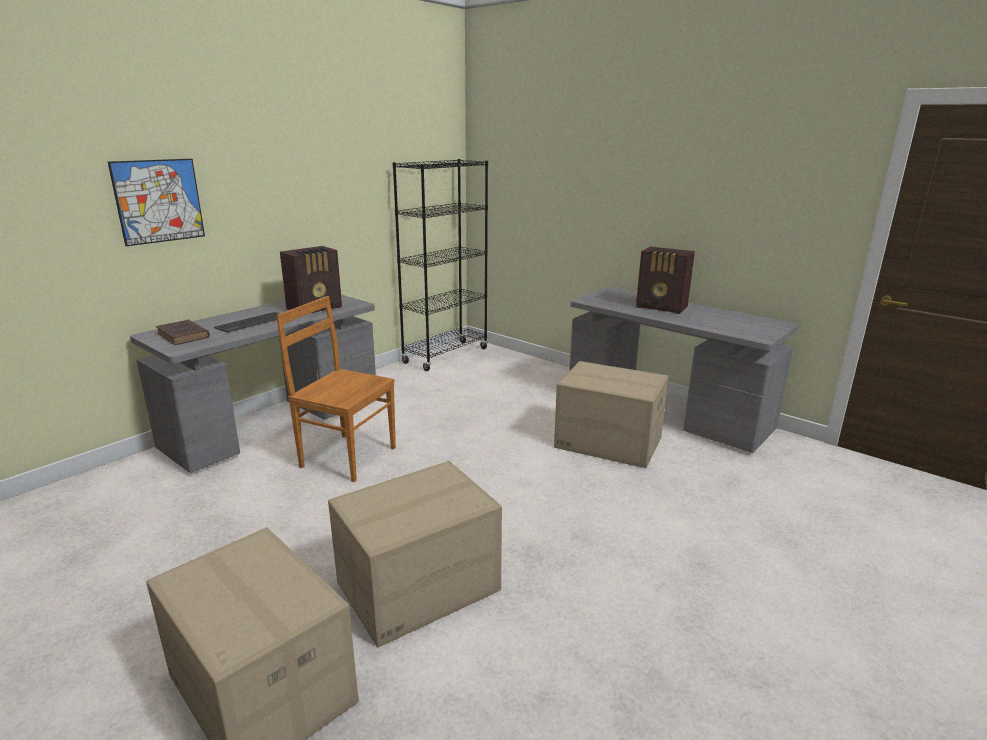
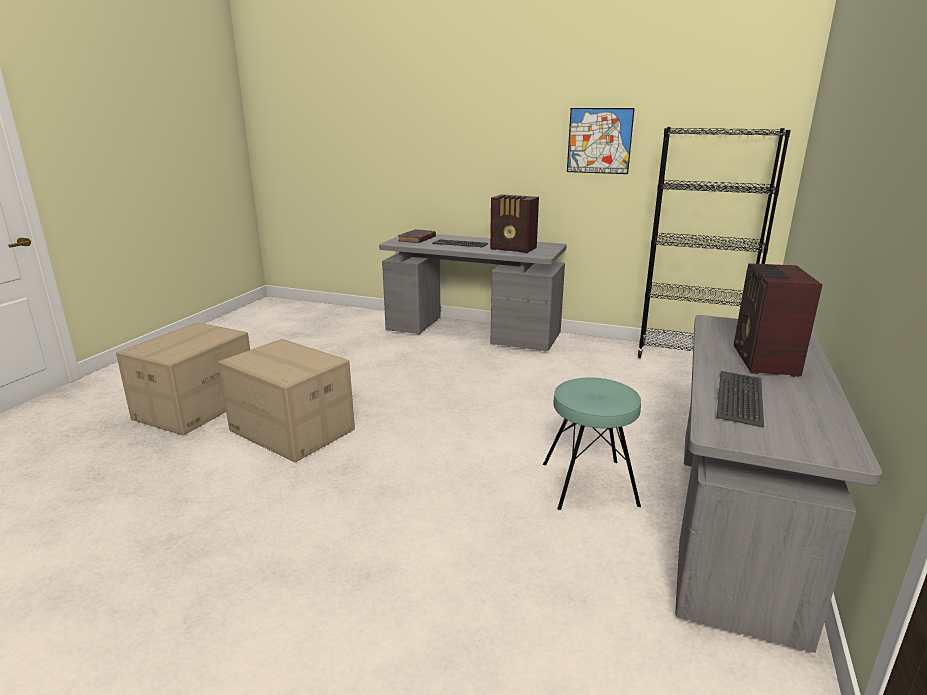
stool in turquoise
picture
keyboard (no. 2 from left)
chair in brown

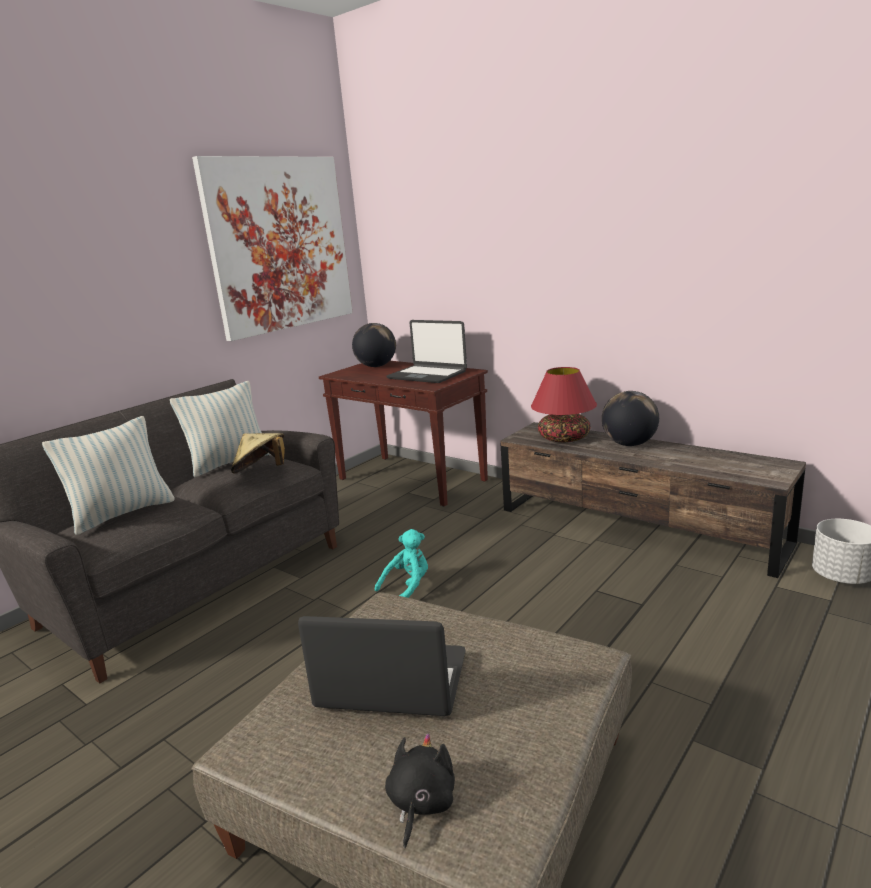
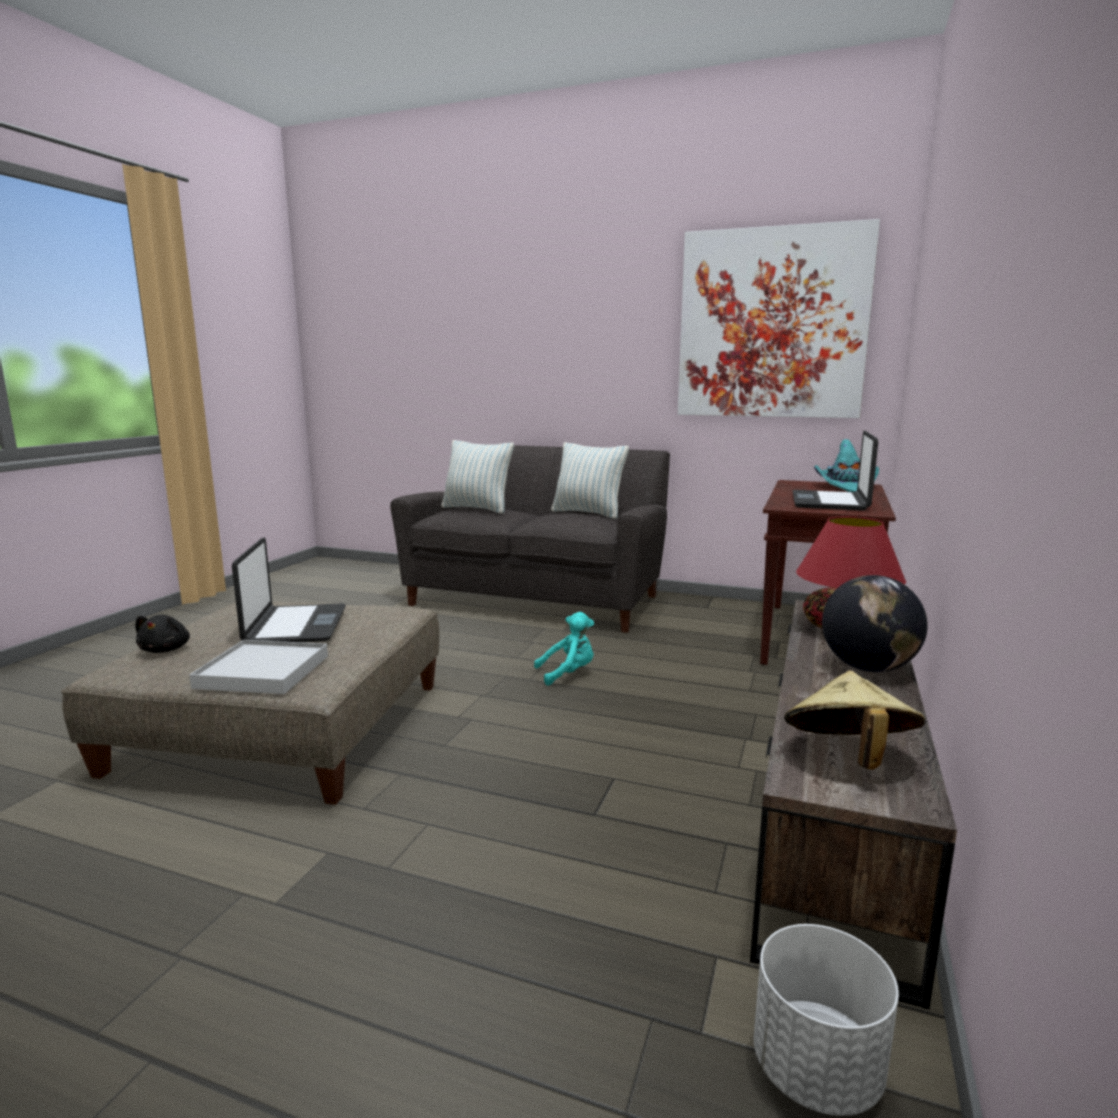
plush toy in black
tray in white
plush toy in turquoise
hat in beige
hat in turquoise

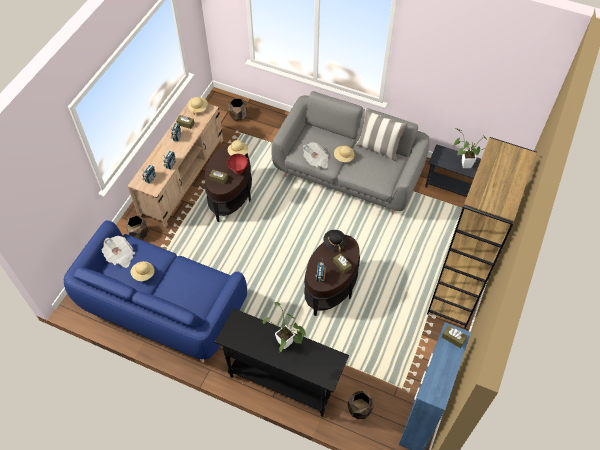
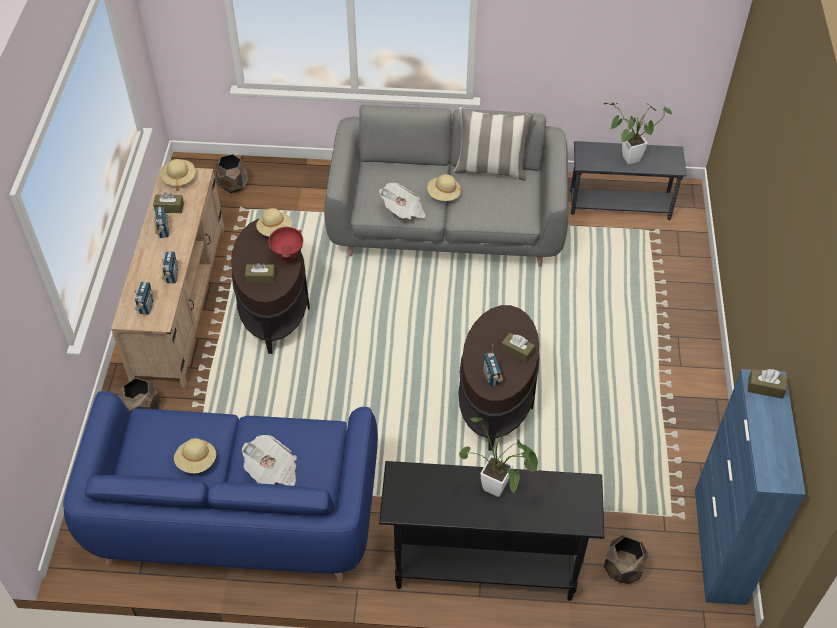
newspaper (no. 1 from left)
hat in black
bookcase in brown

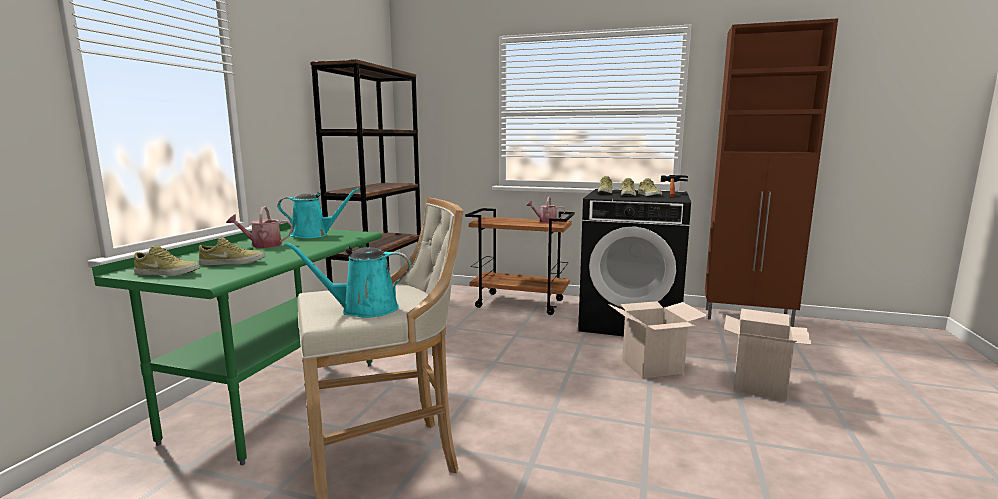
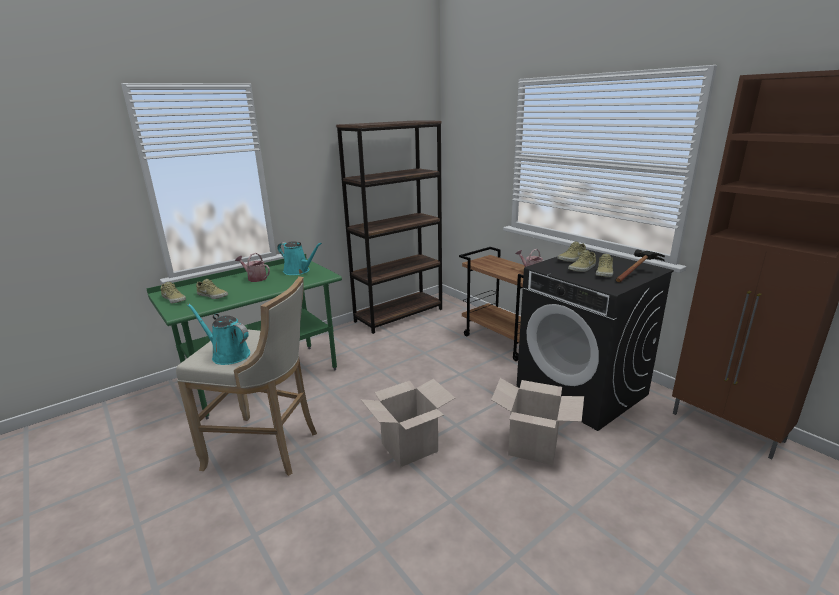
cardboard box (no. 1 from left)

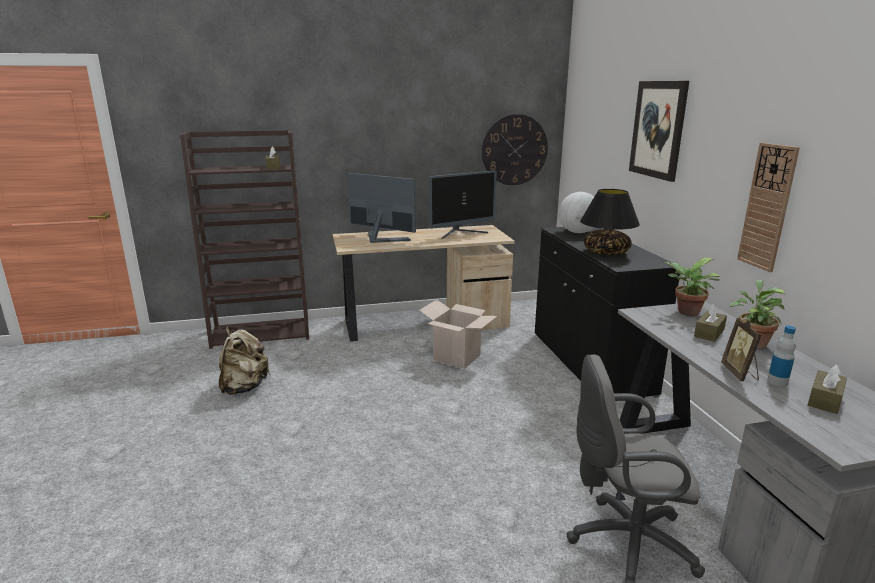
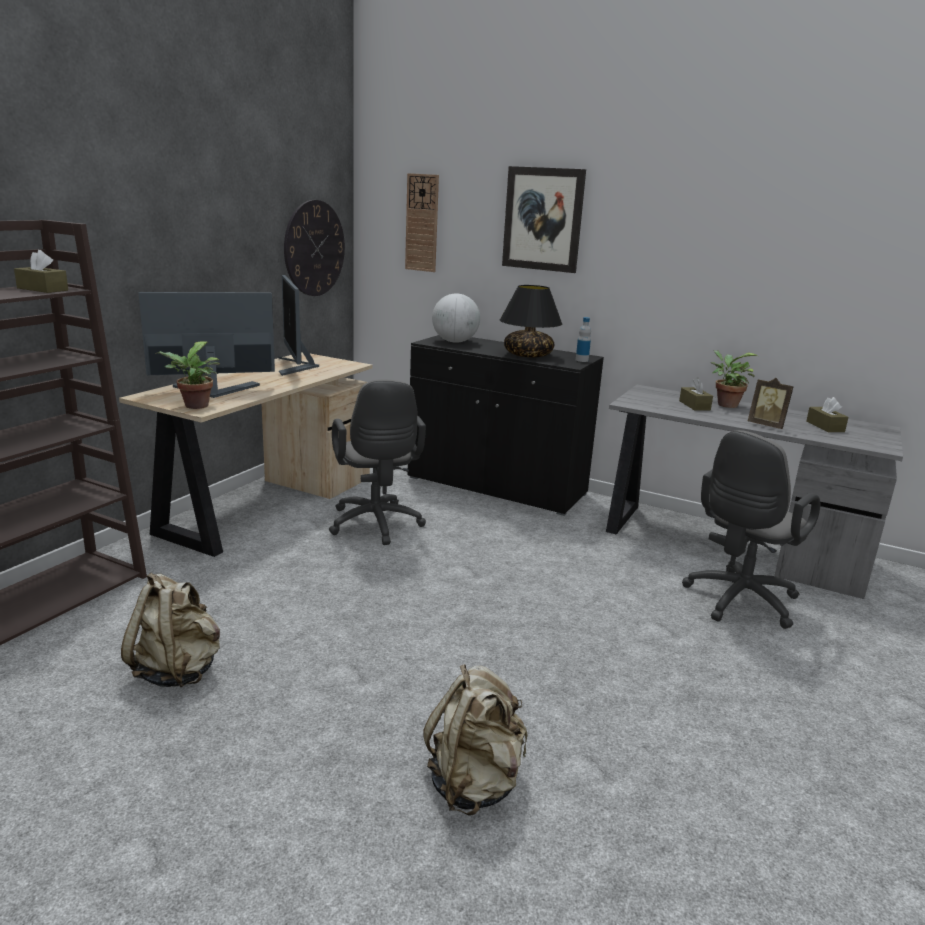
potted plant (no. 1 from left)
monitor (no. 2 from left)
office chair in grey (no. 1 from left)
wall clock (no. 2 from left)
backpack in beige (no. 2 from left)
bottle

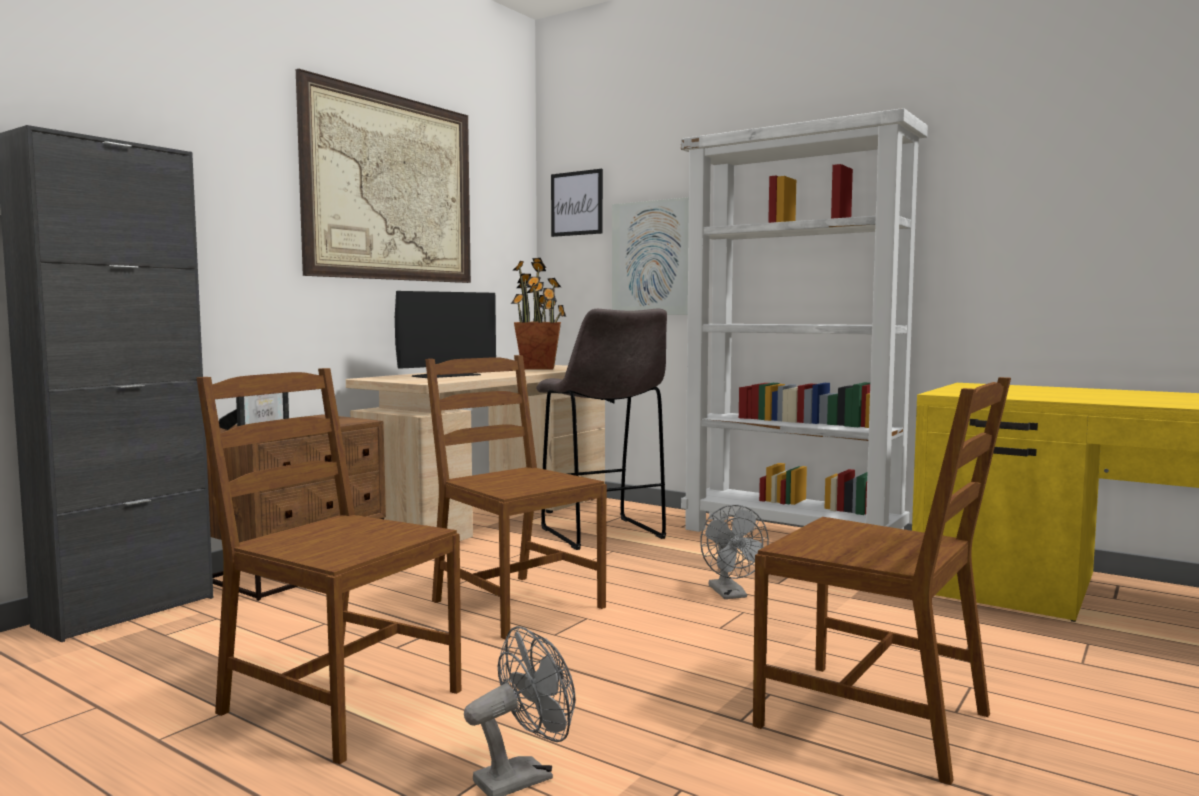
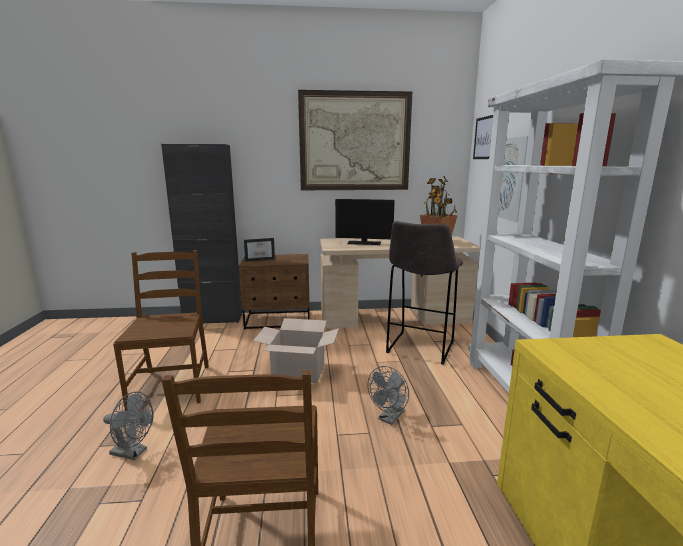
cardboard box

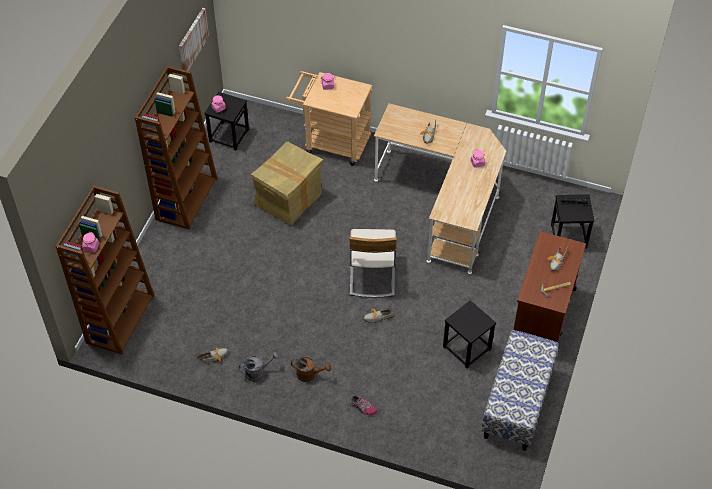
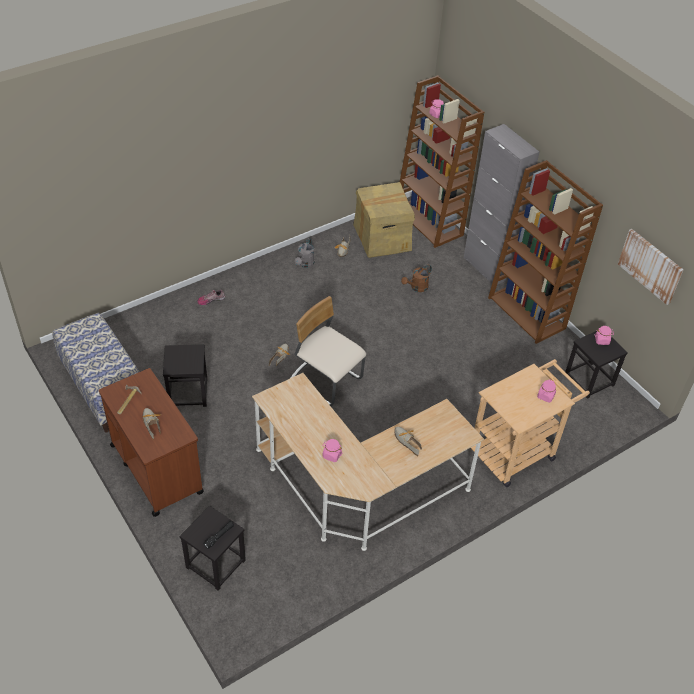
cardboard box
watering can in brown
cabinet in grey

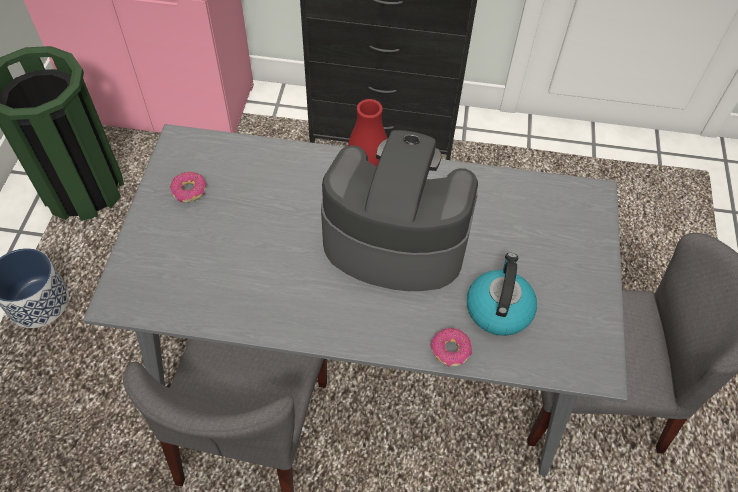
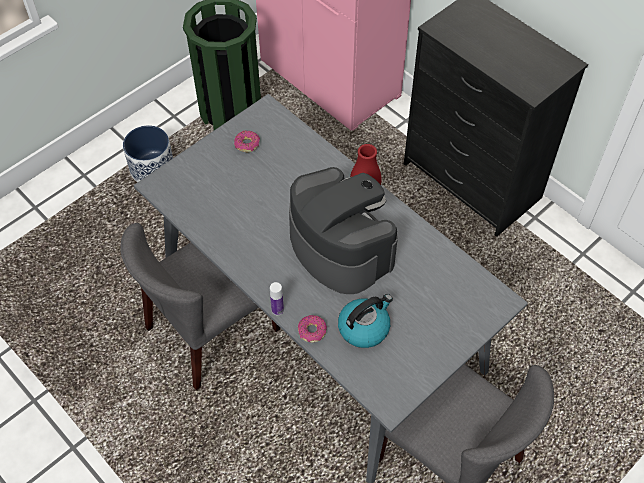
bottle

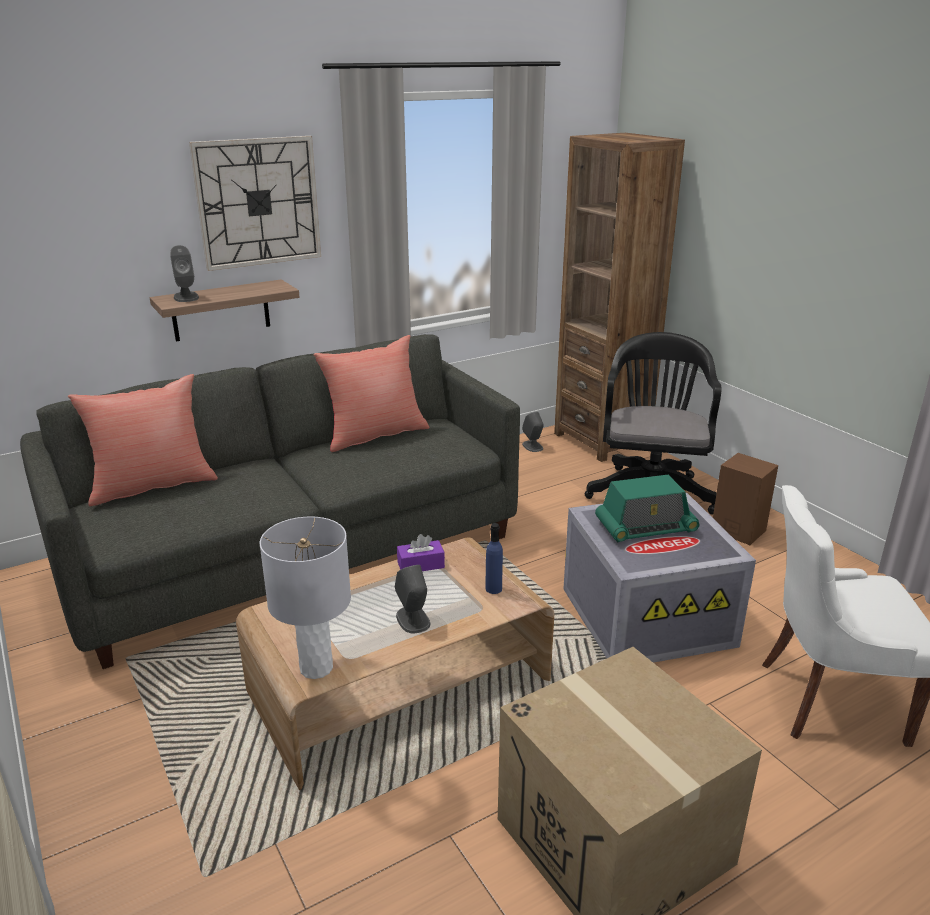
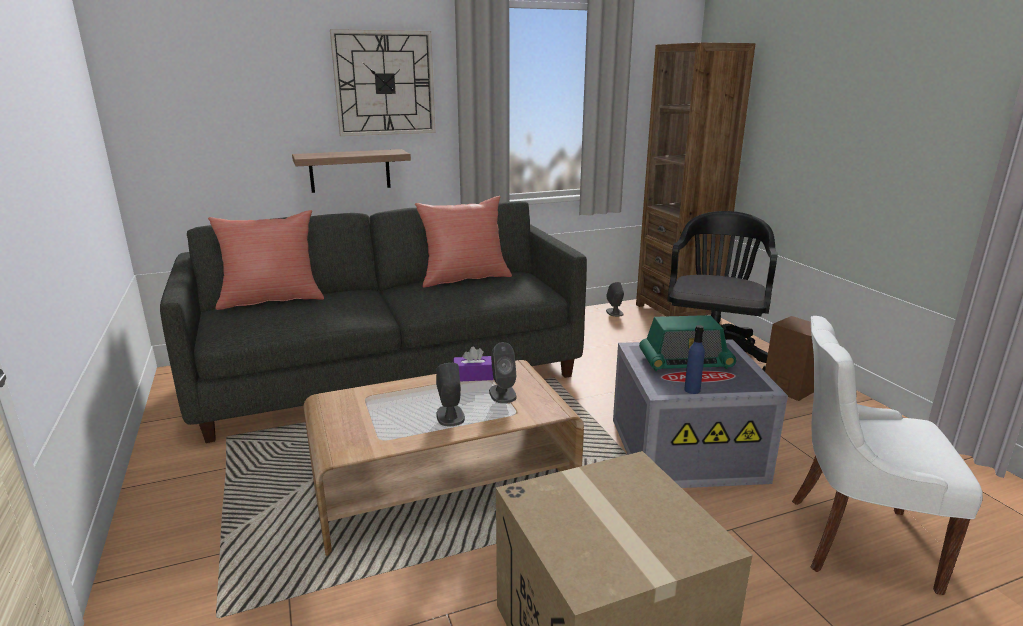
speaker in grey (no. 2 from left)
bottle in blue
table lamp in grey

